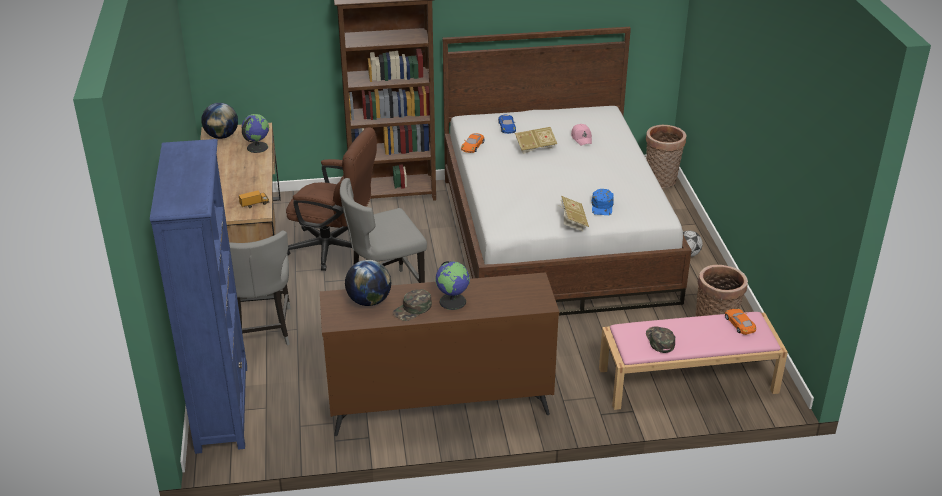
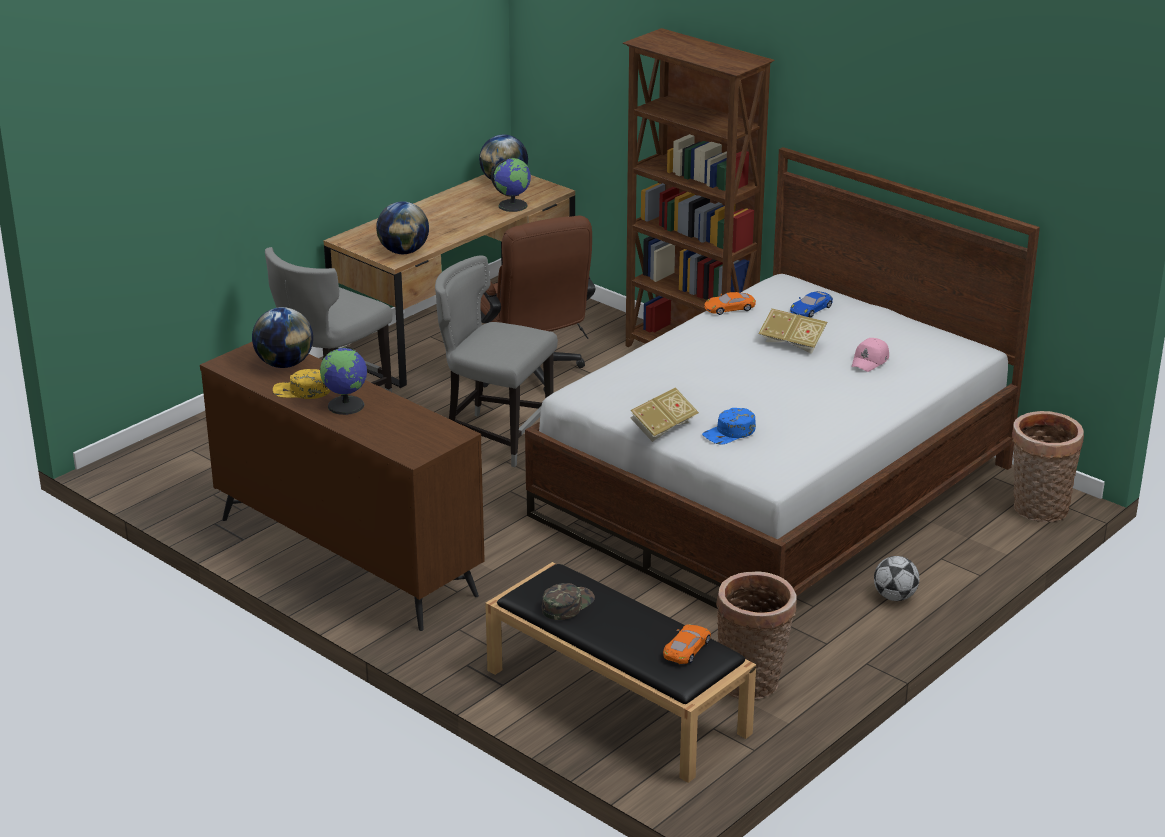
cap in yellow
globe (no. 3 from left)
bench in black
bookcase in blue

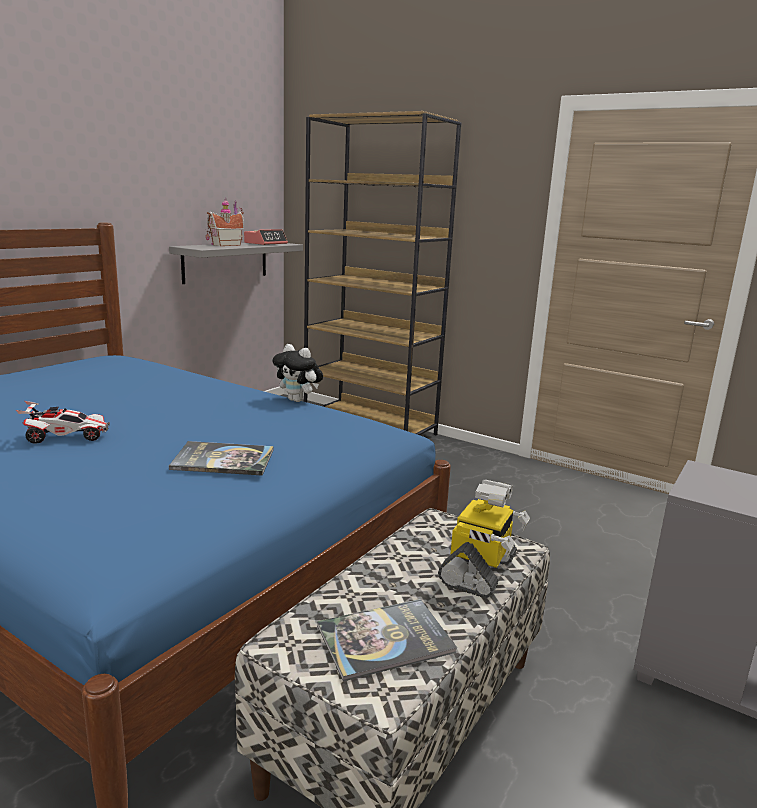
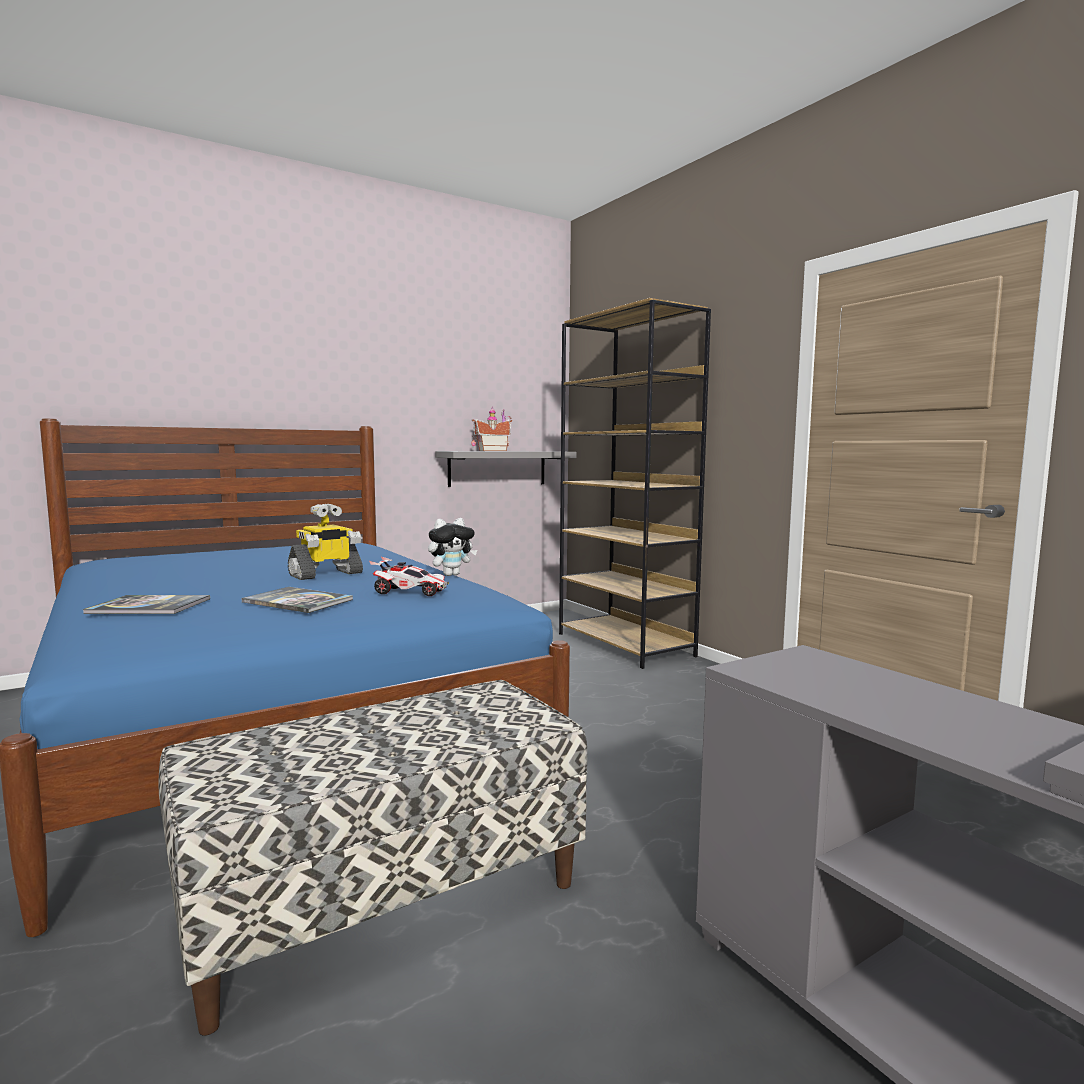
book (no. 1 from left)
toy robot
toy car
plush toy
alarm clock

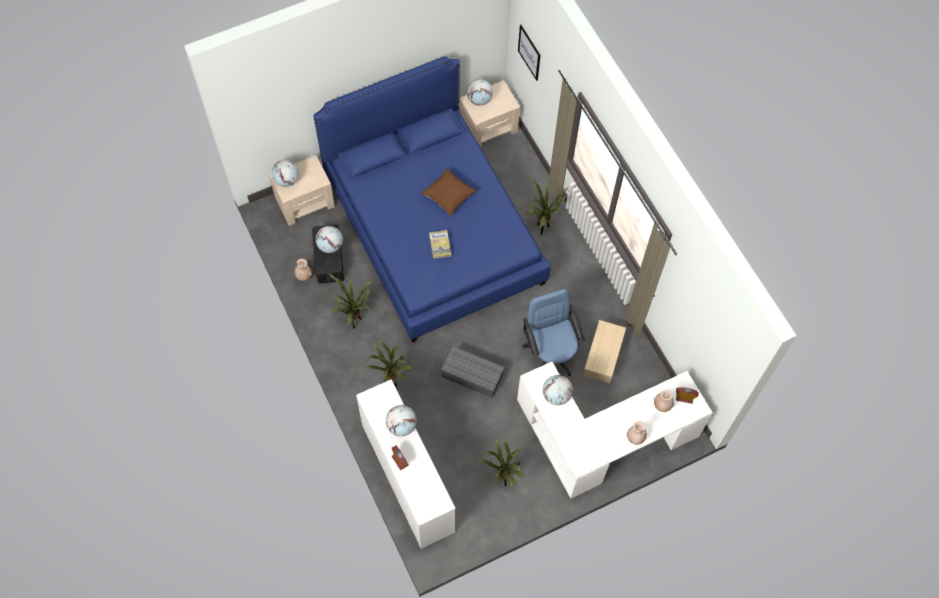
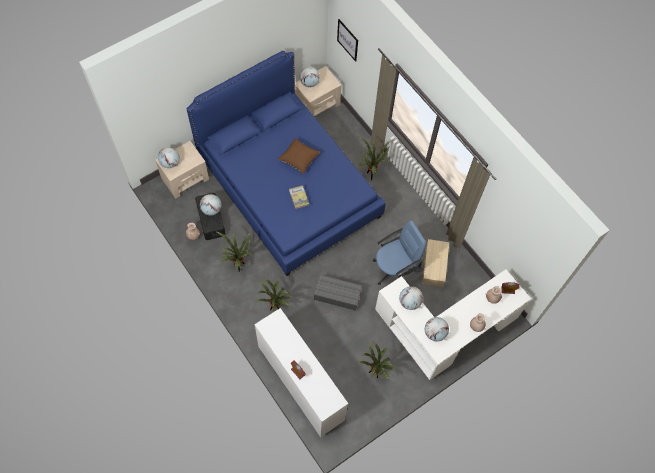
office chair in blue
globe (no. 5 from left)

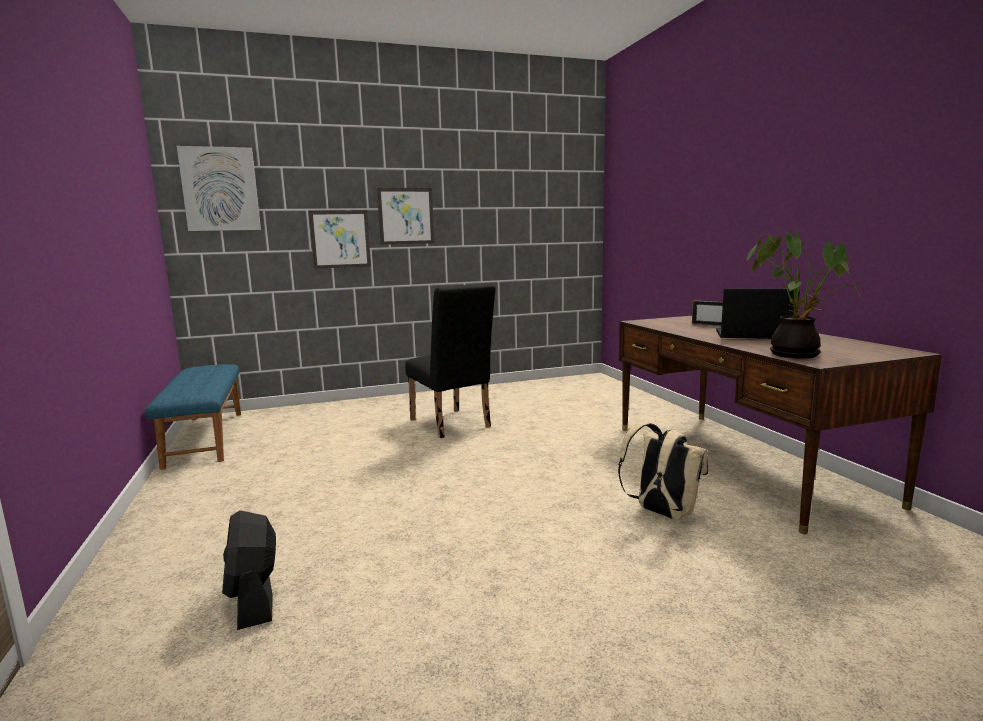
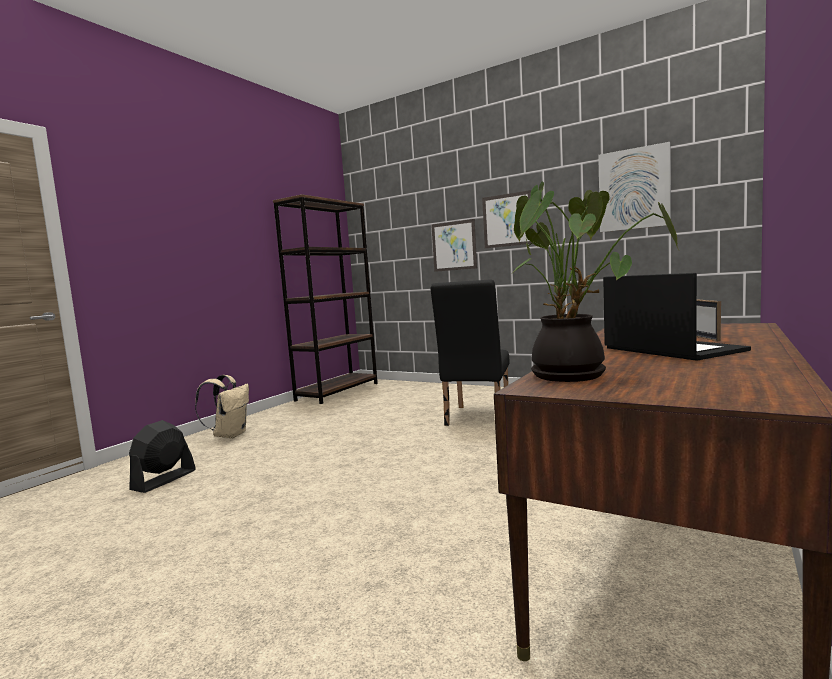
backpack in beige
bookcase in brown
picture (no. 3 from left)

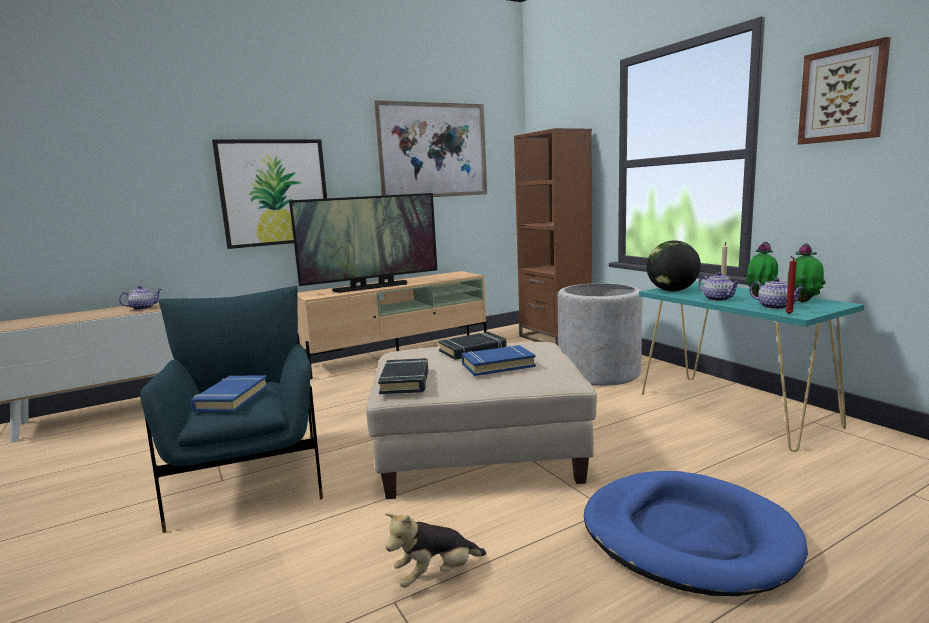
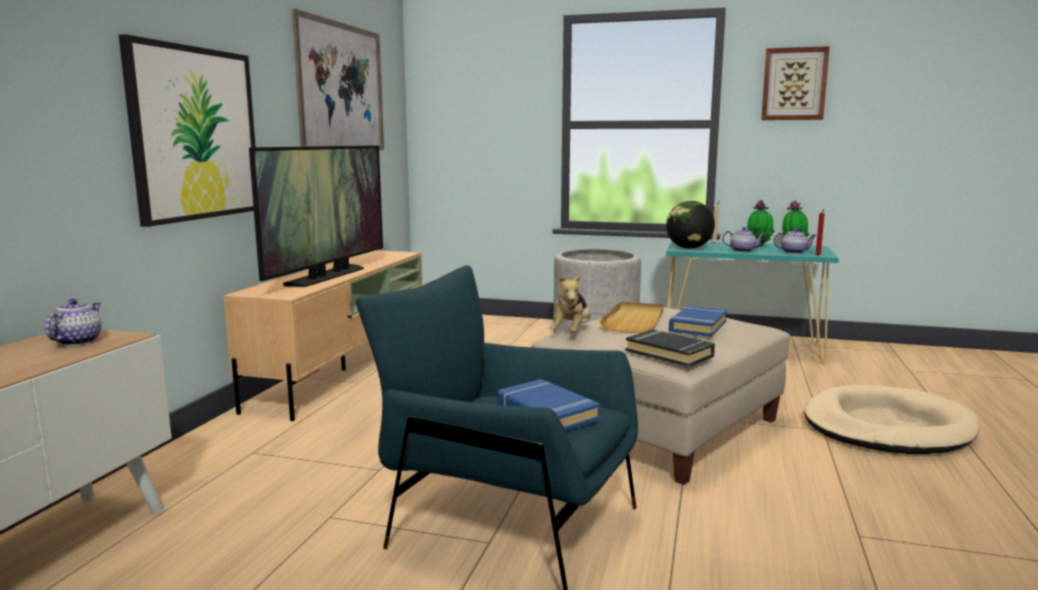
plush toy
tray in beige
dog bed in beige
bookcase in brown

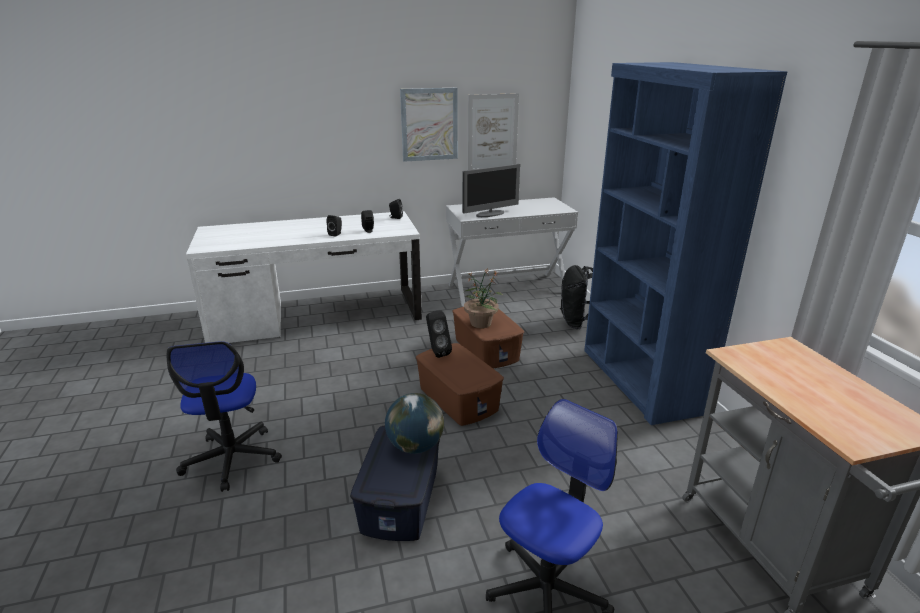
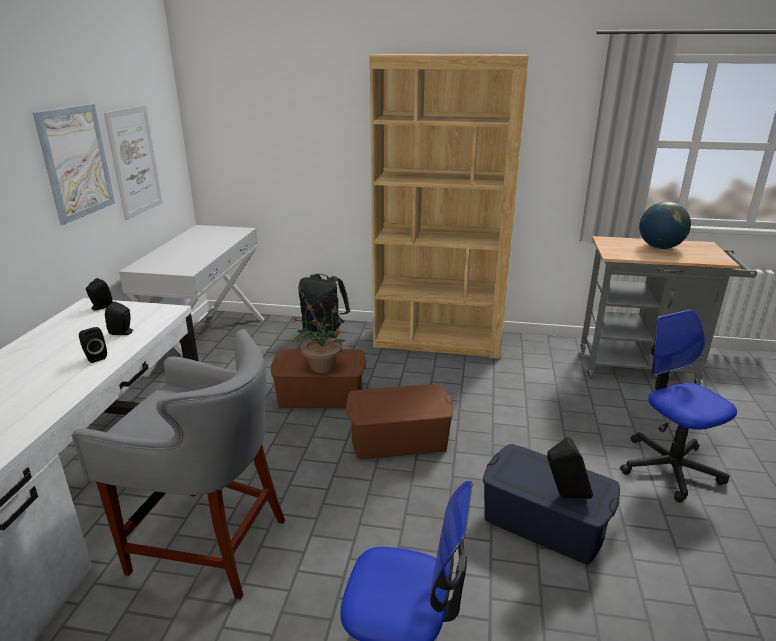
stool in grey
bookcase in brown
speaker in black (no. 4 from left)
globe
monitor

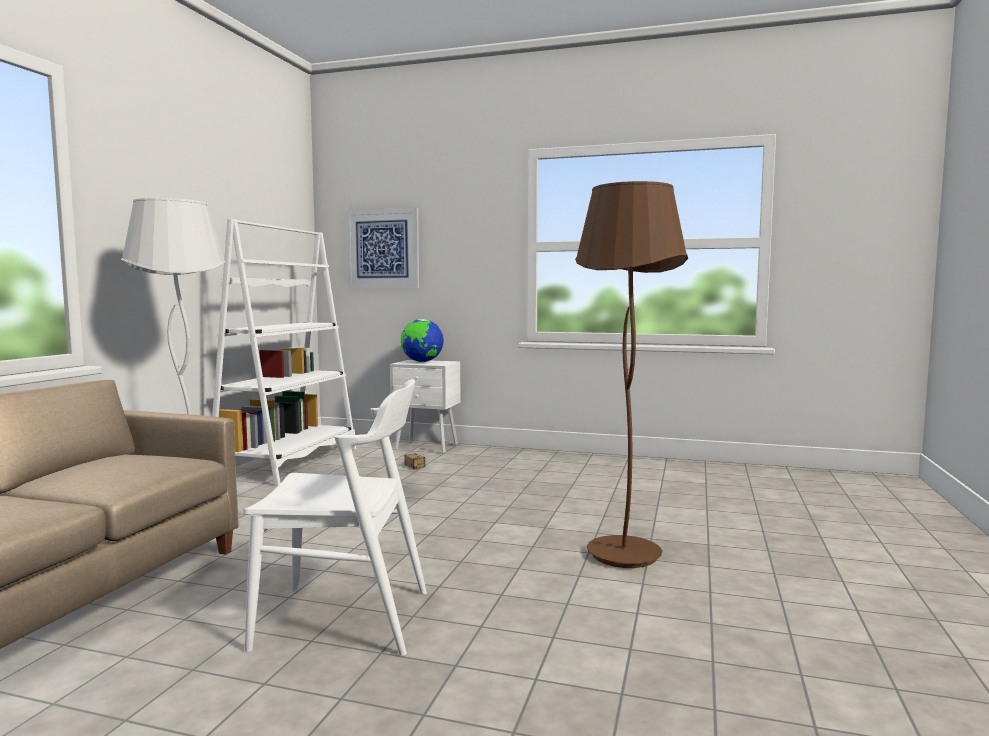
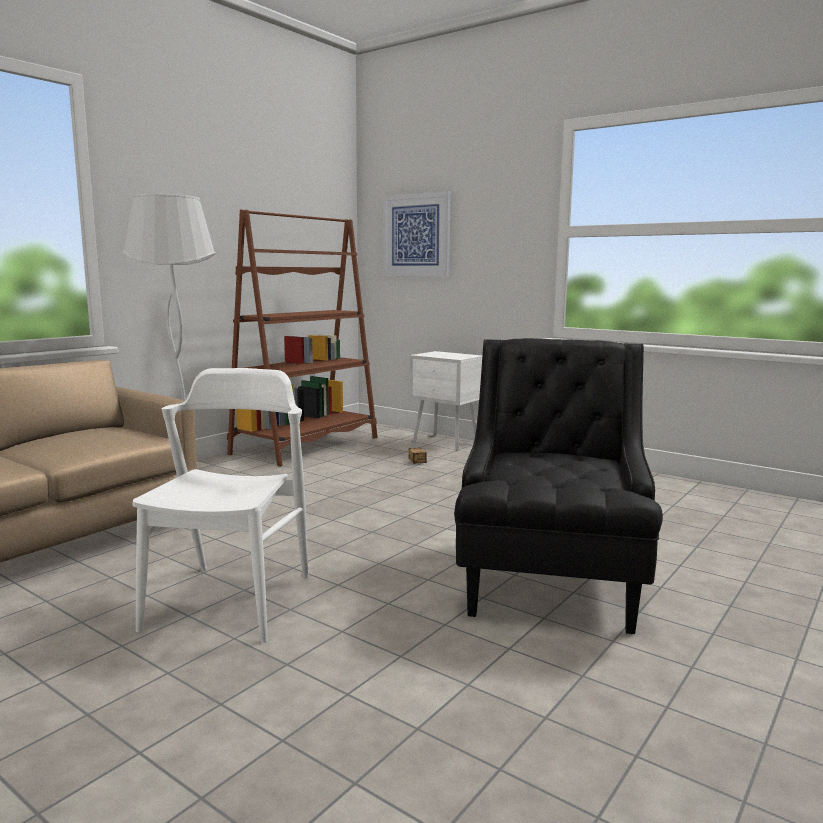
chair in white
bookcase in brown
armchair in black
globe

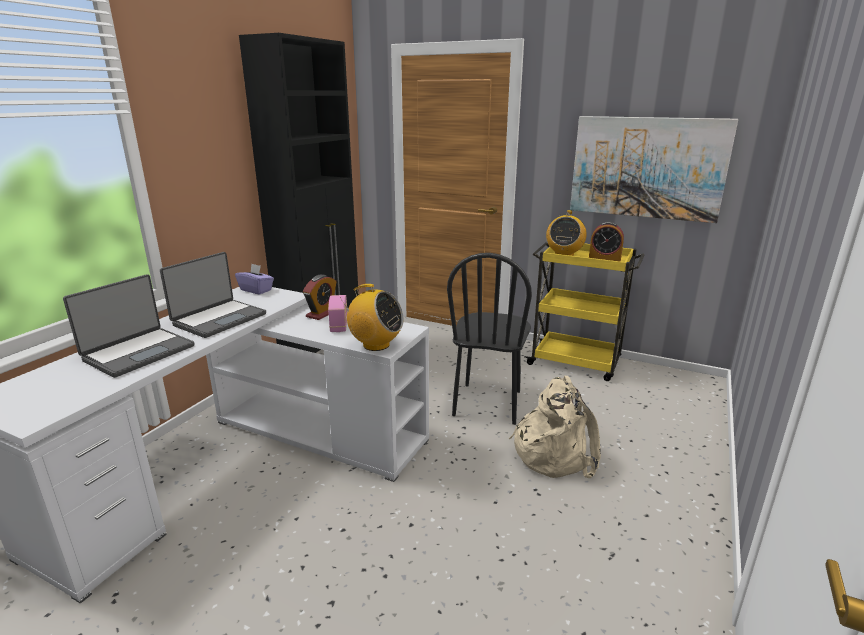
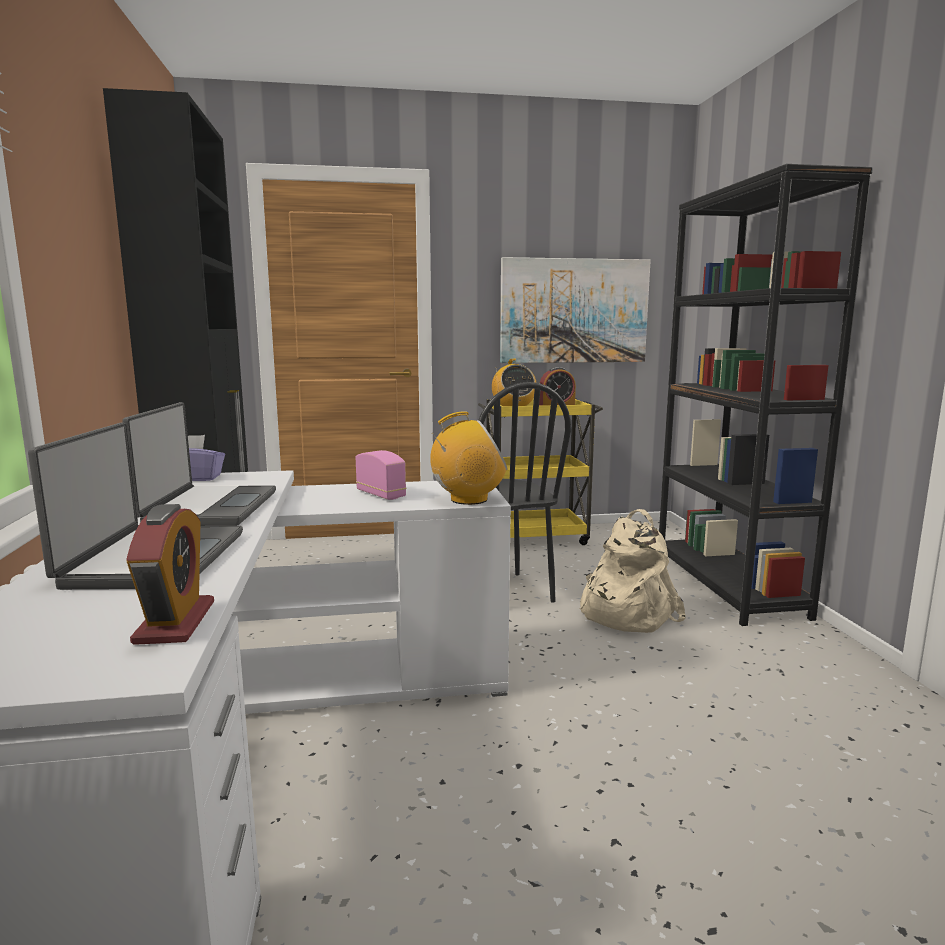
alarm clock (no. 1 from left)
bookcase in black

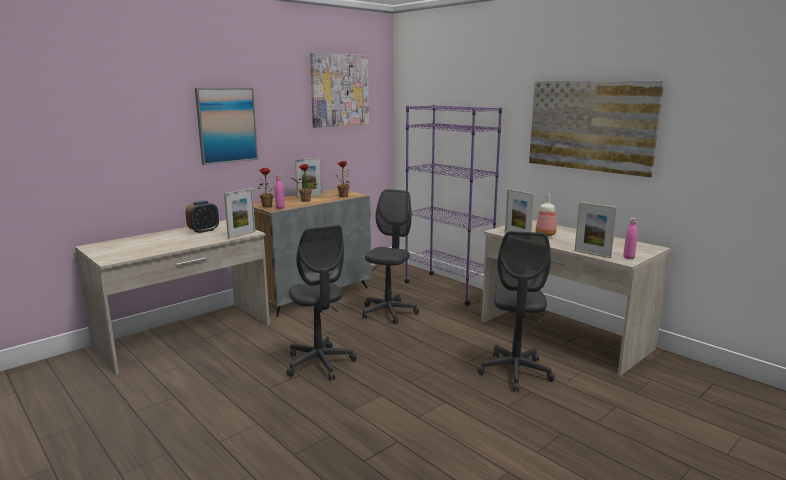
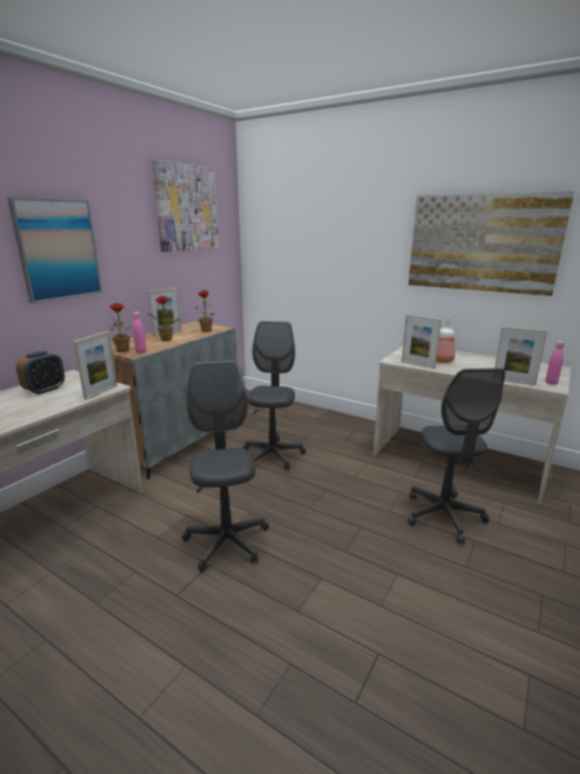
office chair in grey (no. 1 from left)
bookcase in purple

